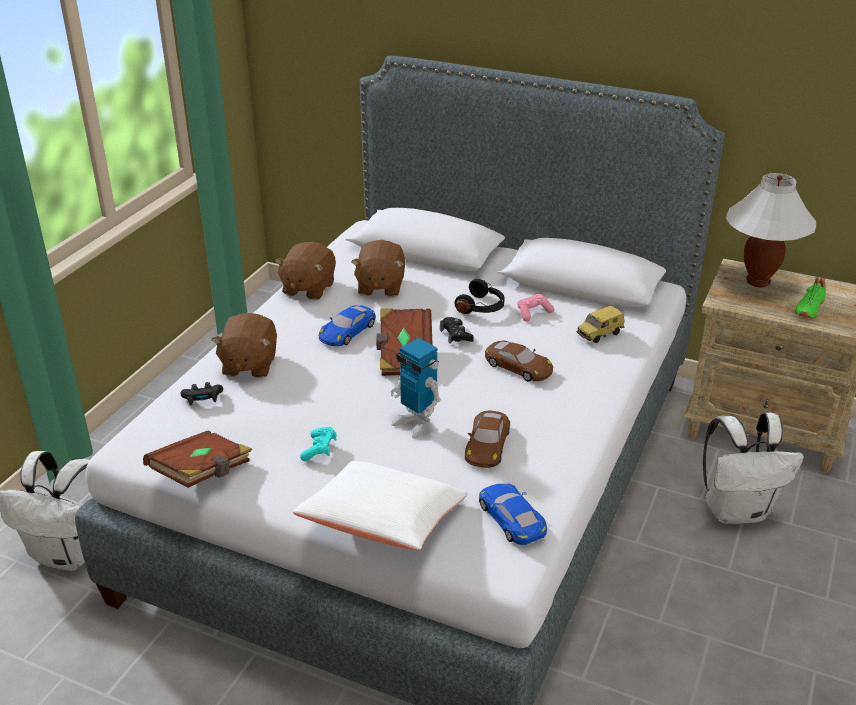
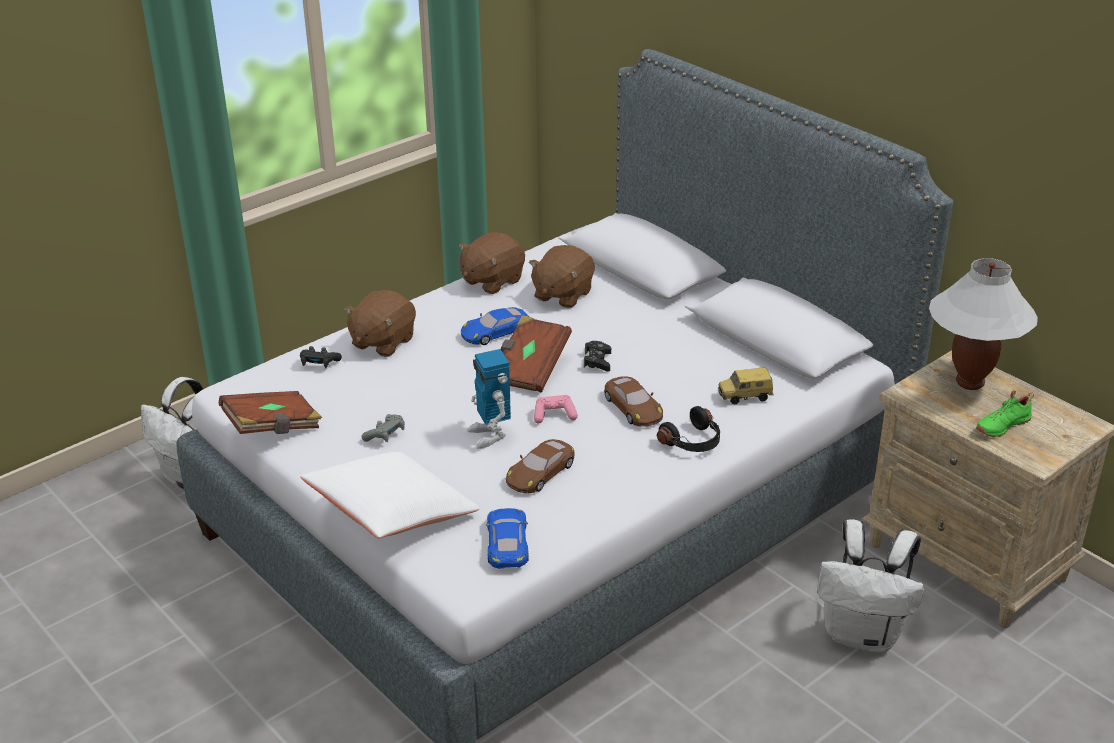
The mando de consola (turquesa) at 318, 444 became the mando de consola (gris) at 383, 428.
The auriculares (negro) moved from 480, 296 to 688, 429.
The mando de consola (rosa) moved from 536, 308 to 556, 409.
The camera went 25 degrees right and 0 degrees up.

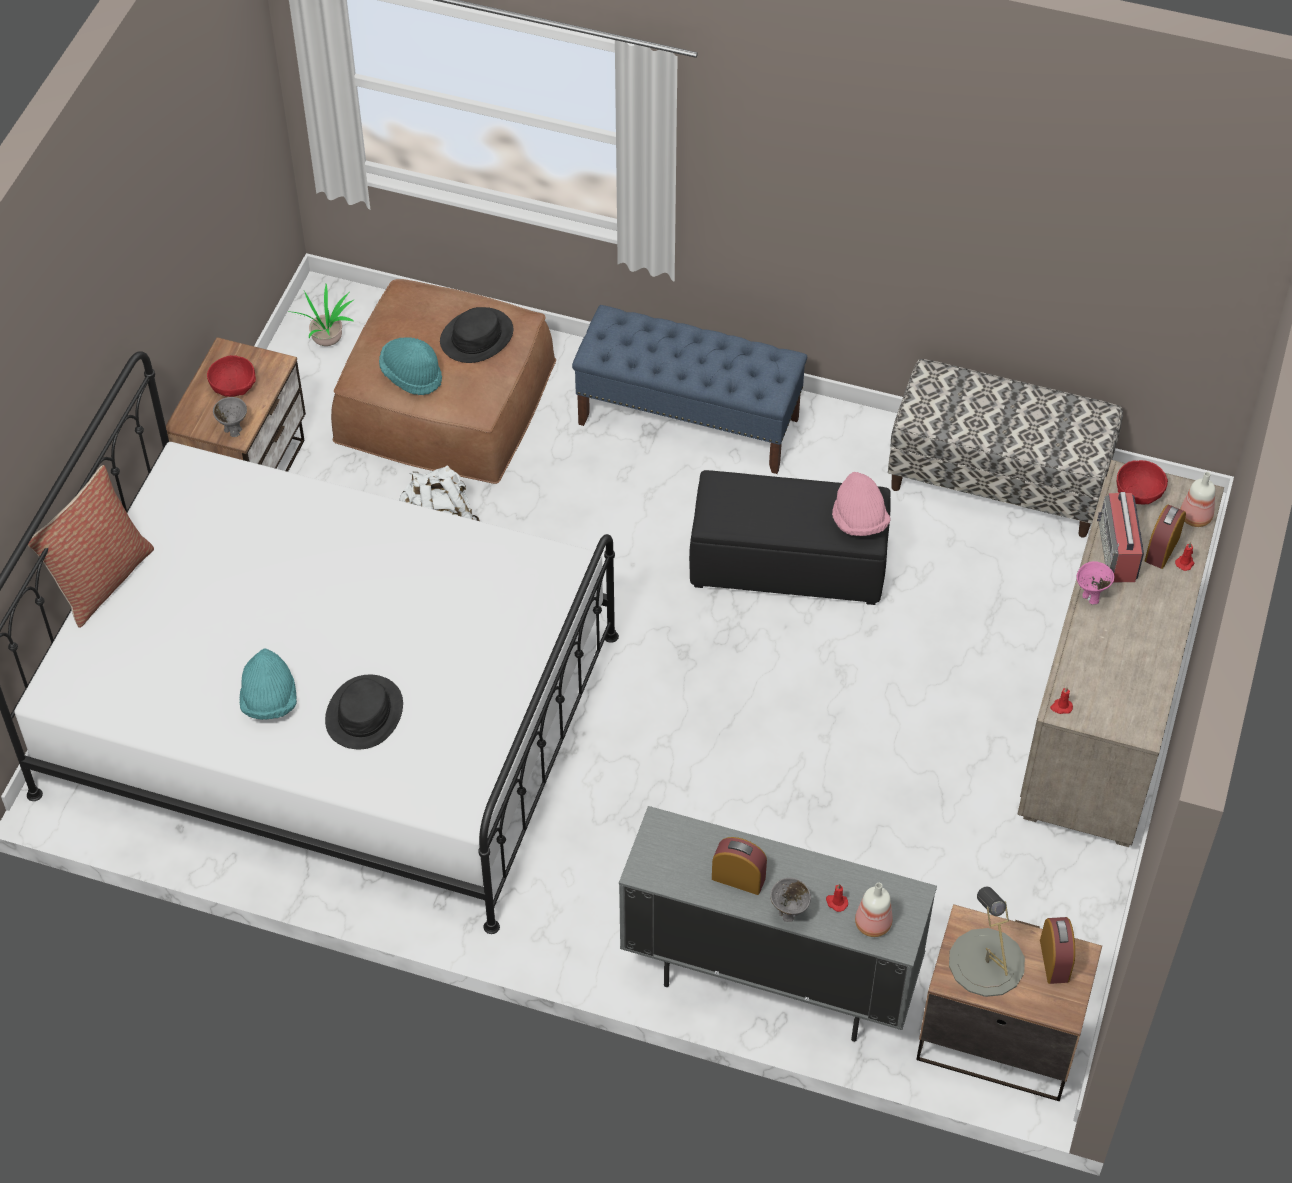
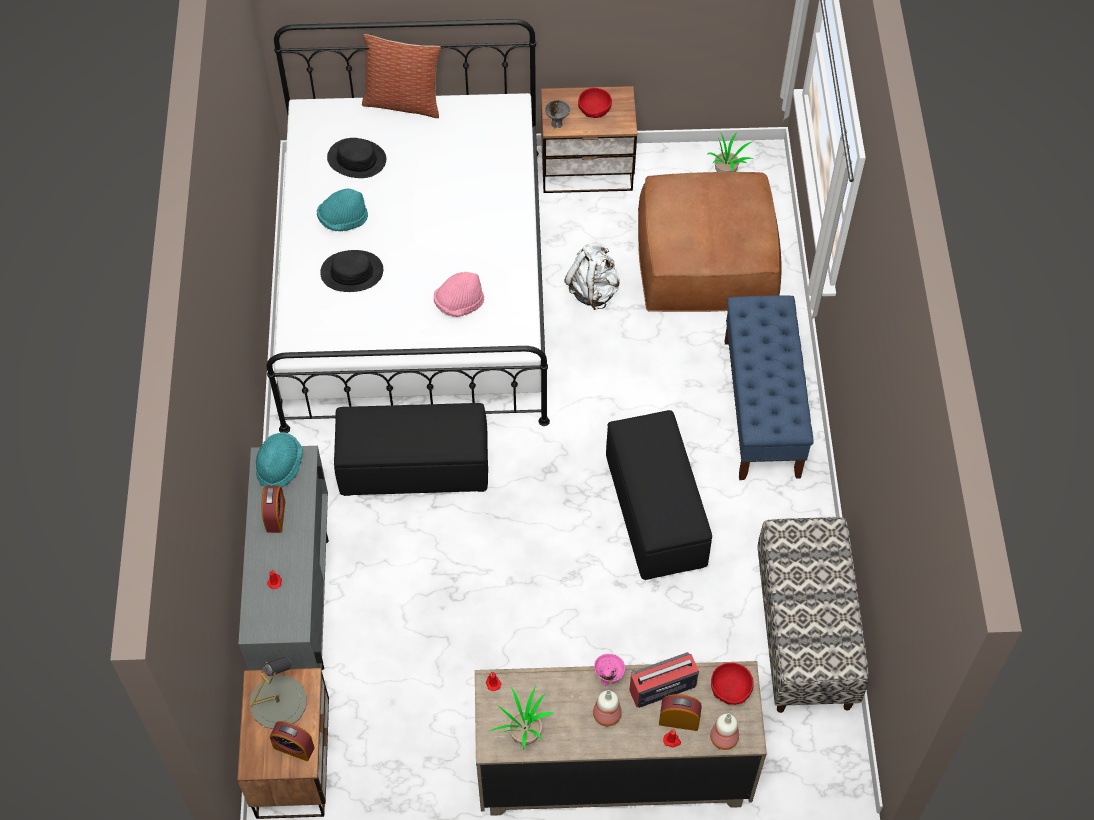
The sombrero (turquesa) moved from 410, 366 to 279, 459.
The sombrero (negro) moved from 476, 335 to 356, 158.
The cuenco (gris) at 790, 900 disappeared.
The sombrero (rosa) moved from 861, 504 to 459, 294.
The botella moved from 874, 910 to 607, 708.
The despertador at 1057, 950 turned 45 degrees clockwise.
The puf (negro) at 411, 449 appeared.
The planta en maceta at 522, 717 appeared.
The camera went 70 degrees right and 5 degrees up.

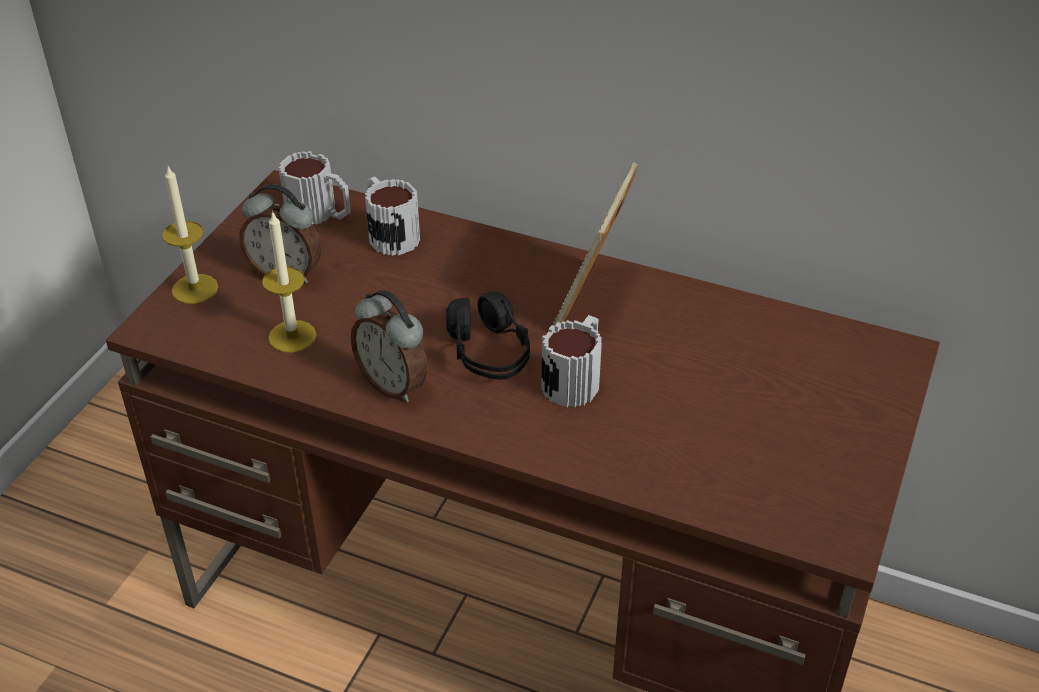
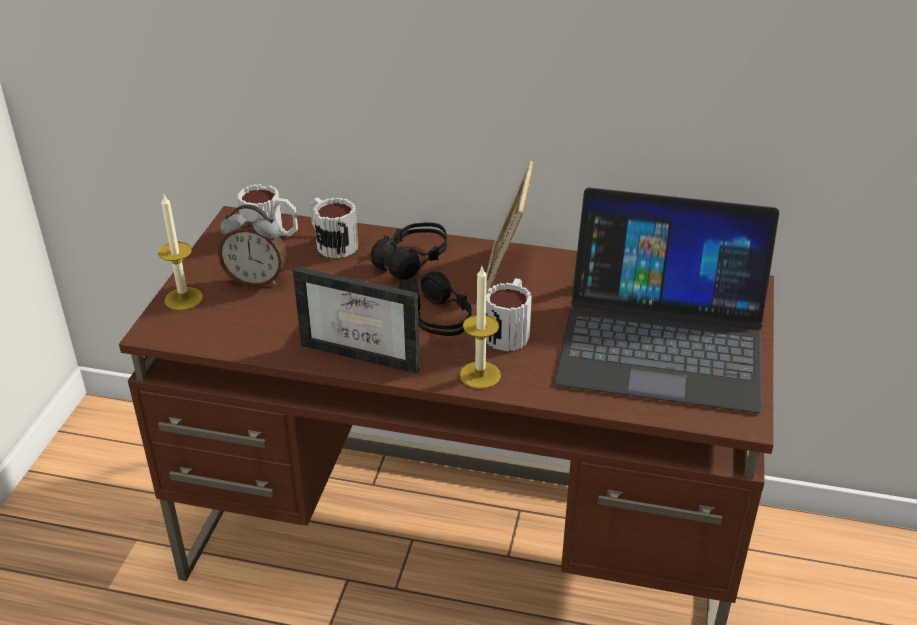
The vela moved from 289, 282 to 480, 328.
The despertador at 389, 346 was replaced by the portarretratos at 356, 320.
The auriculares (negro) at 409, 251 appeared.
The portátil at 666, 300 appeared.
The camera went 10 degrees left and 5 degrees down.

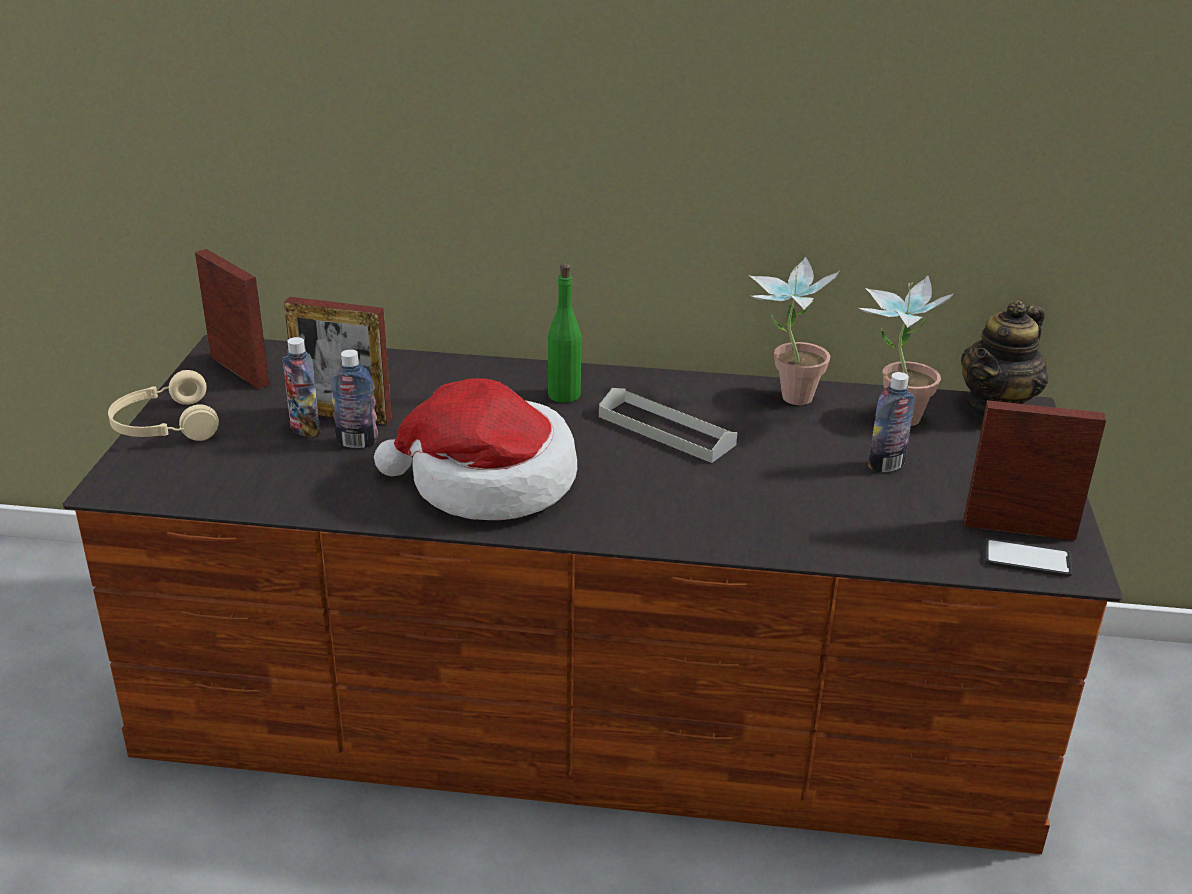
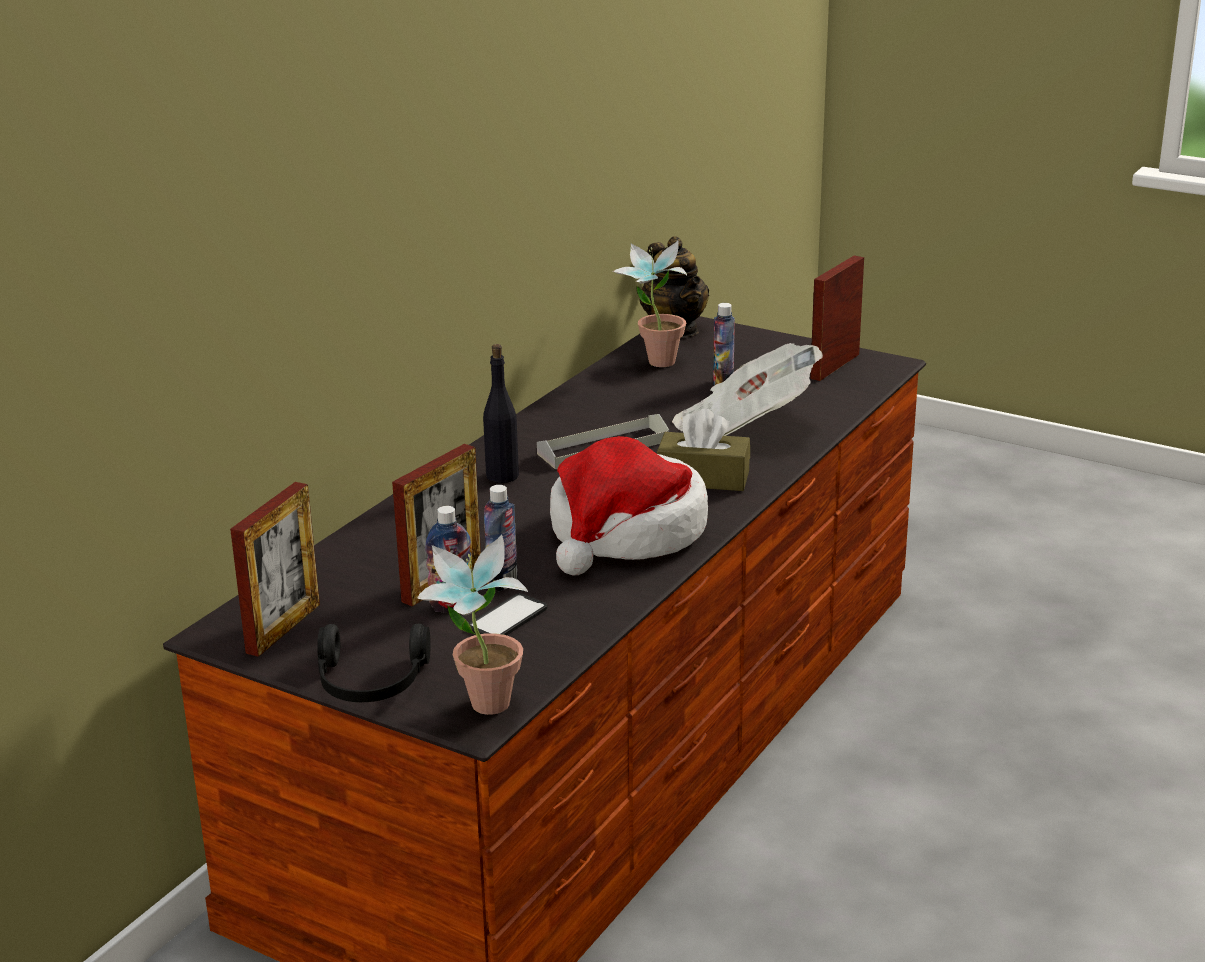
The auriculares (beis) at 163, 405 became the auriculares (negro) at 374, 663.
The portarretratos at 232, 319 turned 135 degrees clockwise.
The botella (verde) at 564, 333 became the botella (negro) at 501, 413.
The planta en maceta moved from 794, 330 to 472, 624.
The móvil moved from 1028, 557 to 508, 614.
The caja de pañuelos (marrón) at 703, 450 appeared.
The periódico at 747, 389 appeared.
The camera went 65 degrees left and 5 degrees down.

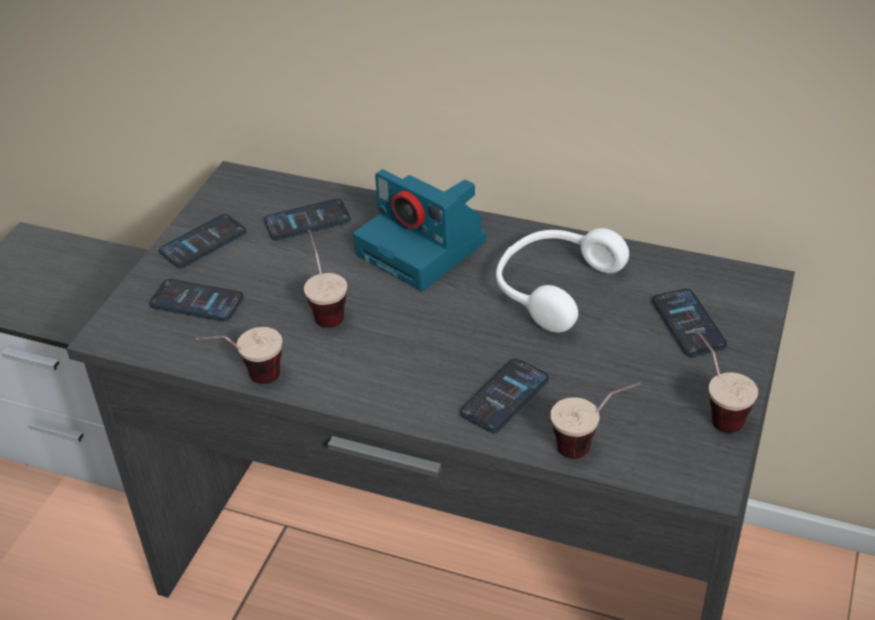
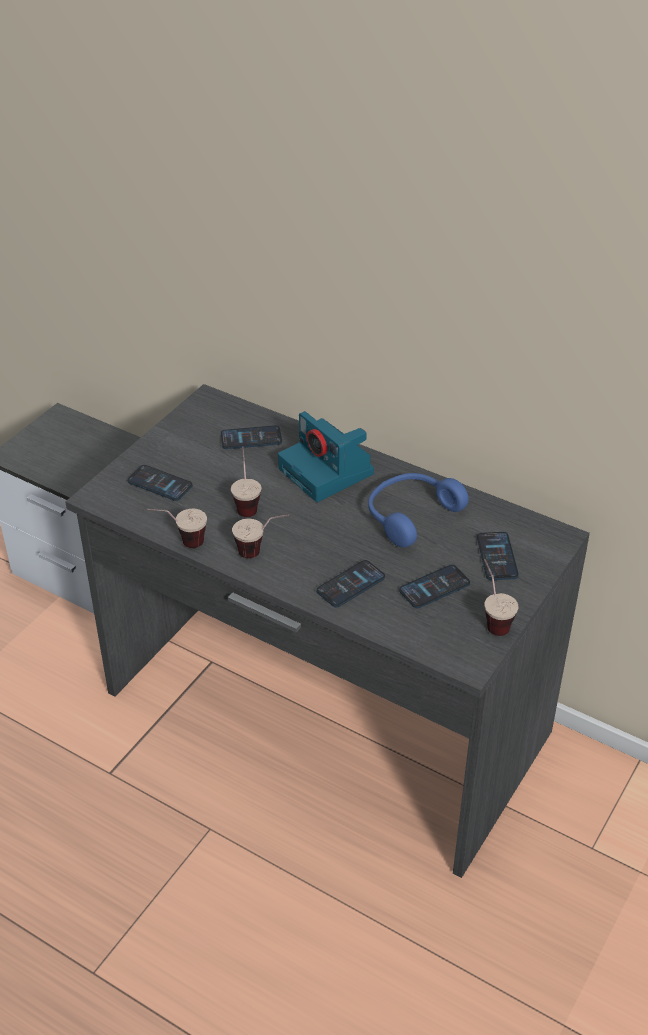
The móvil moved from 202, 241 to 434, 586.
The auriculares (blanco) at 562, 280 became the auriculares (azul) at 418, 510.
The taza moved from 596, 420 to 261, 536.
The camera went 10 degrees right and 0 degrees up.

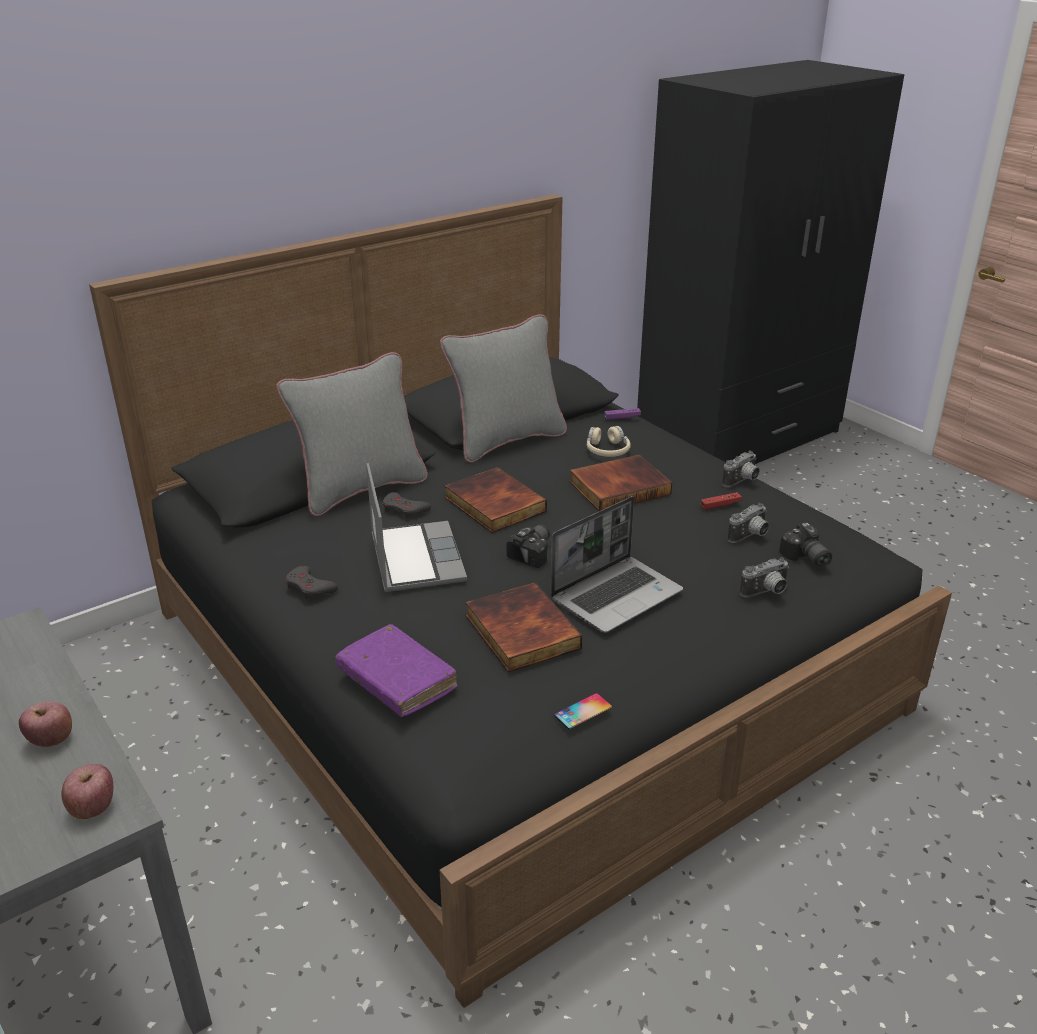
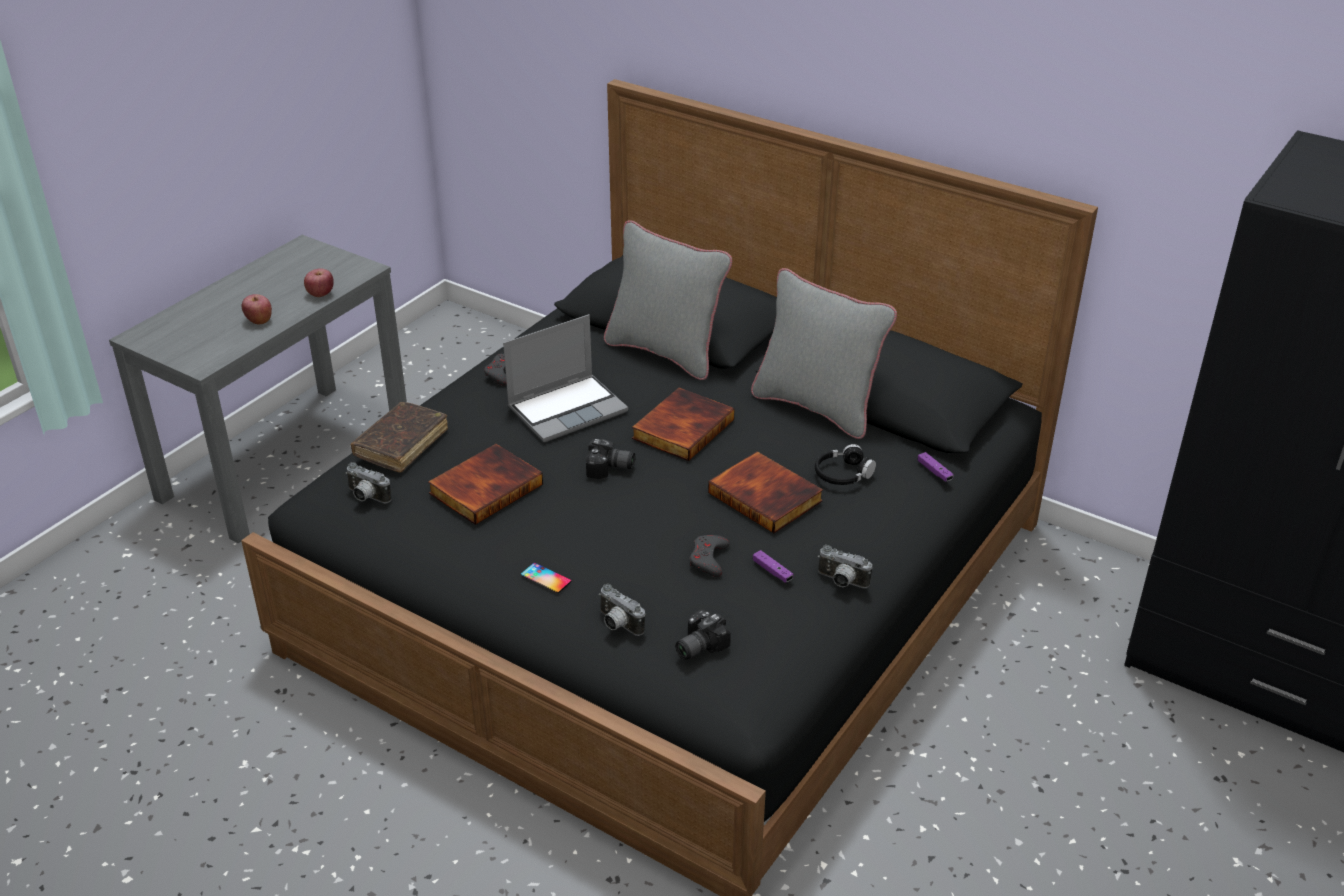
The manzana moved from 87, 791 to 319, 283.
The libro (morado) at 397, 670 became the libro (marrón) at 399, 437.
The mando de consola (gris) moved from 407, 505 to 710, 556.
The portátil at 617, 564 disappeared.
The móvil moved from 583, 711 to 546, 578.
The auriculares (beis) at 609, 441 became the auriculares (negro) at 845, 464.
The mando de consola (rojo) at 721, 501 became the mando de consola (morado) at 773, 566.
The cámara moved from 748, 523 to 368, 482.
The camera went 70 degrees right and 5 degrees up.

